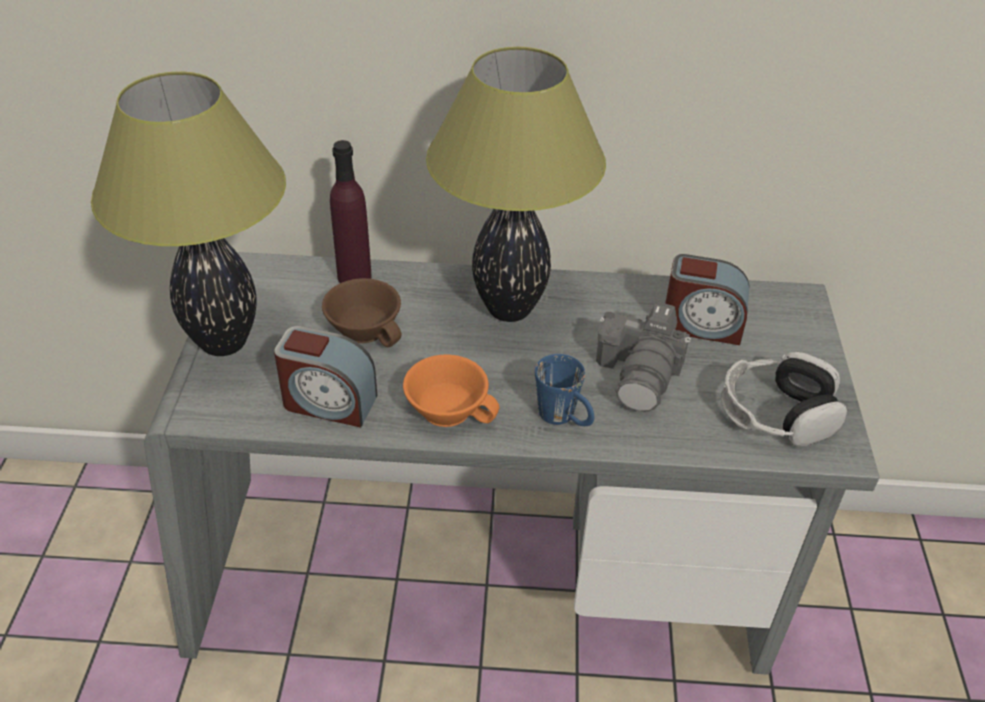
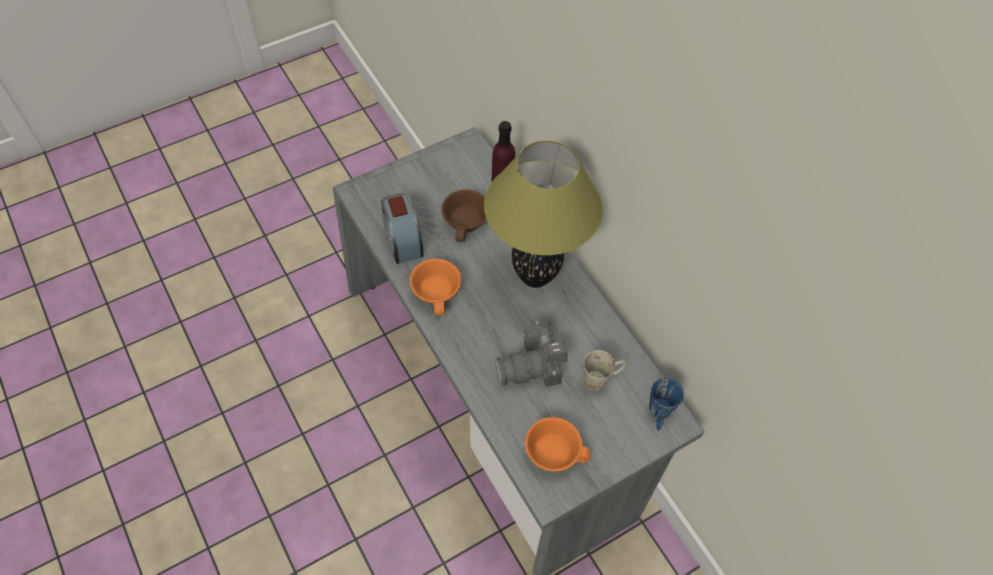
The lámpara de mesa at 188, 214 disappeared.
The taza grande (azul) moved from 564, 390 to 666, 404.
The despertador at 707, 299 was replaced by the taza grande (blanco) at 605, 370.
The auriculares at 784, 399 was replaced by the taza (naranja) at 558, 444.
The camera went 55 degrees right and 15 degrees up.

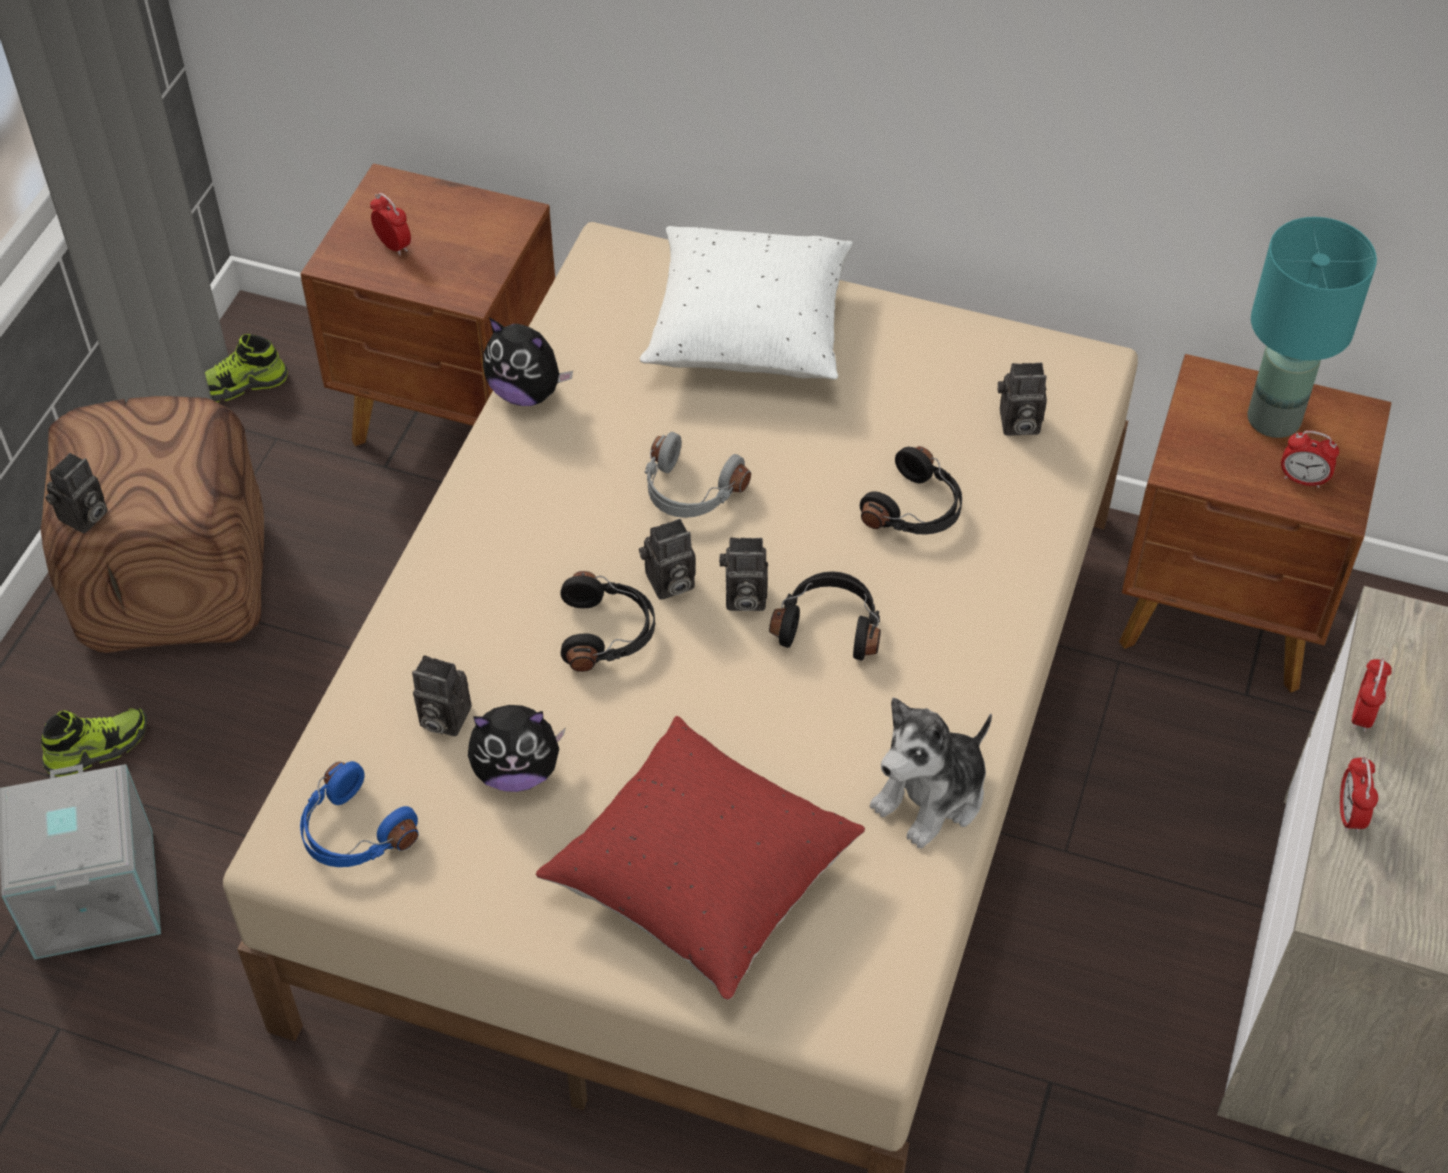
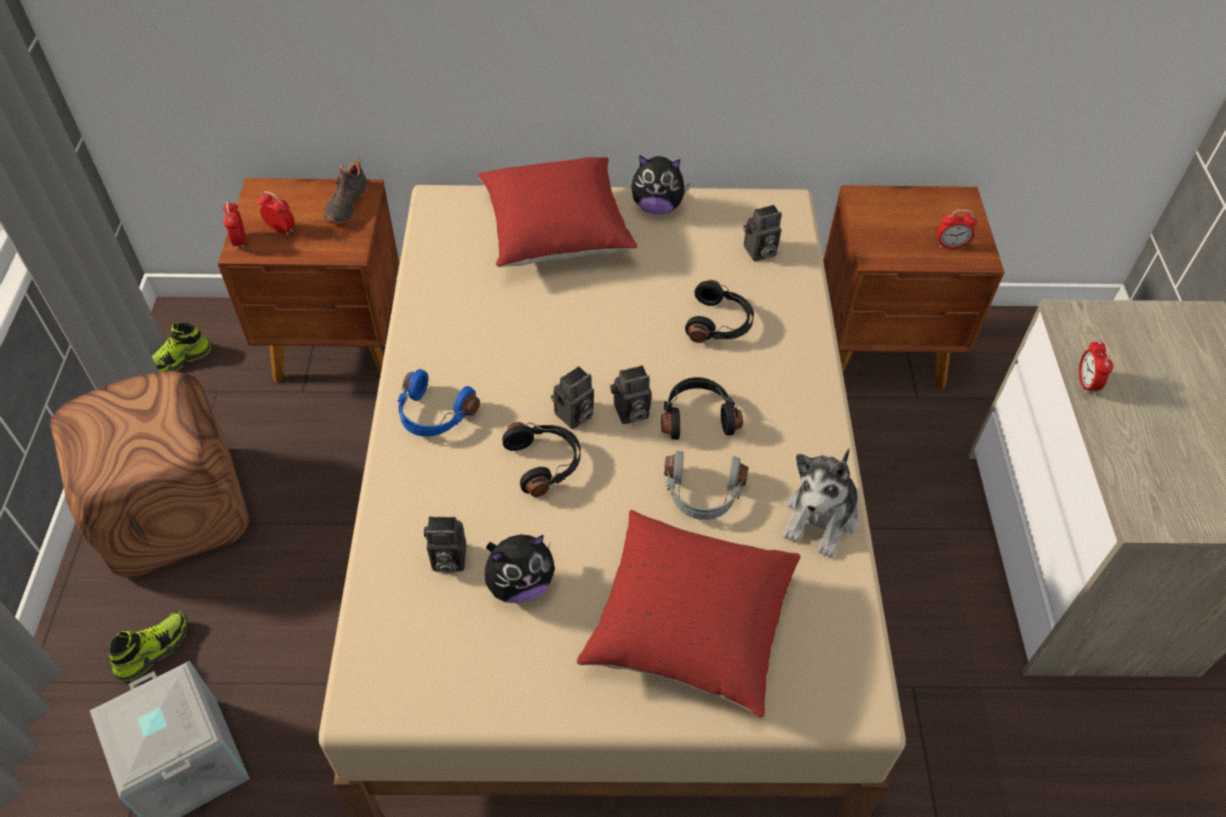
The cámara at 76, 493 disappeared.
The auriculares (azul) moved from 359, 814 to 439, 403.
The peluche moved from 528, 362 to 661, 184.
The cojín (blanco) at 746, 303 became the cojín (rojo) at 558, 212.
The auriculares (gris) moved from 697, 475 to 706, 485.
The lámpara de mesa (turquesa) at 1312, 327 disappeared.
The despertador moved from 1359, 794 to 234, 225.
The zapato (negro) at 346, 191 appeared.
The camera went 20 degrees left and 0 degrees up.

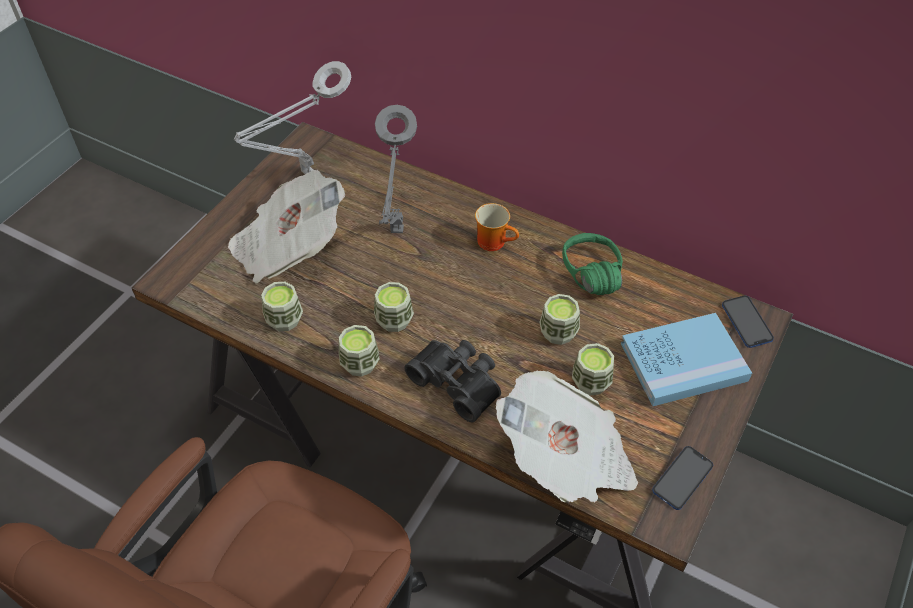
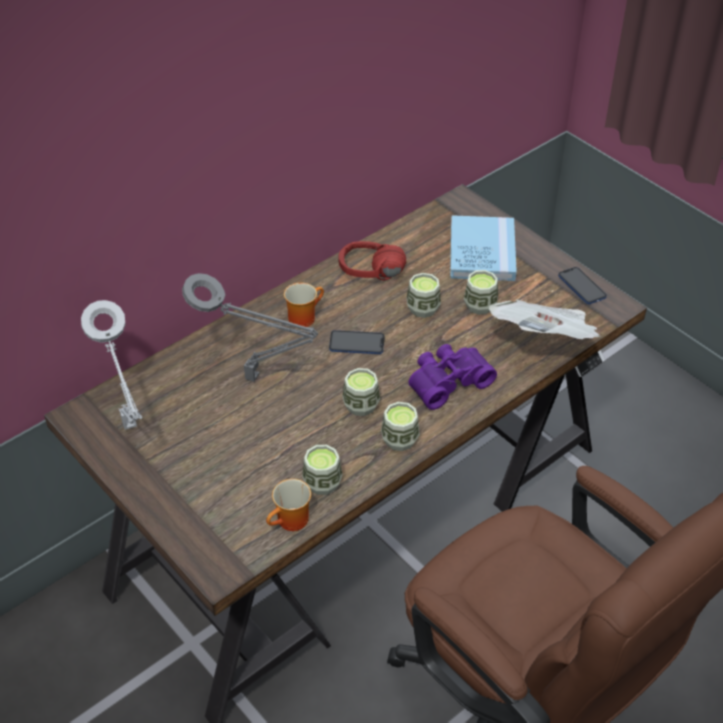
The periódico at 286, 227 disappeared.
The prismáticos (negro) at 452, 381 became the prismáticos (morado) at 452, 377.
The auriculares (verde) at 592, 264 became the auriculares (rojo) at 372, 261.
The móvil moved from 748, 321 to 357, 342.
The taza grande at 288, 505 appeared.
The camera went 70 degrees left and 5 degrees down.

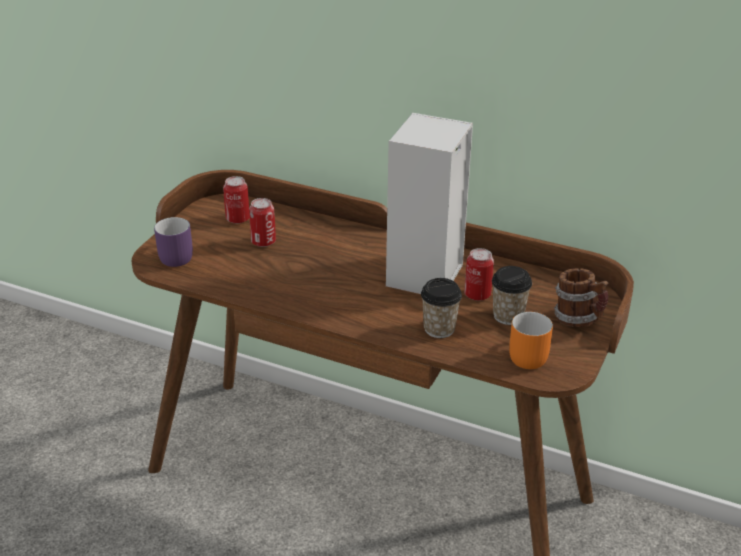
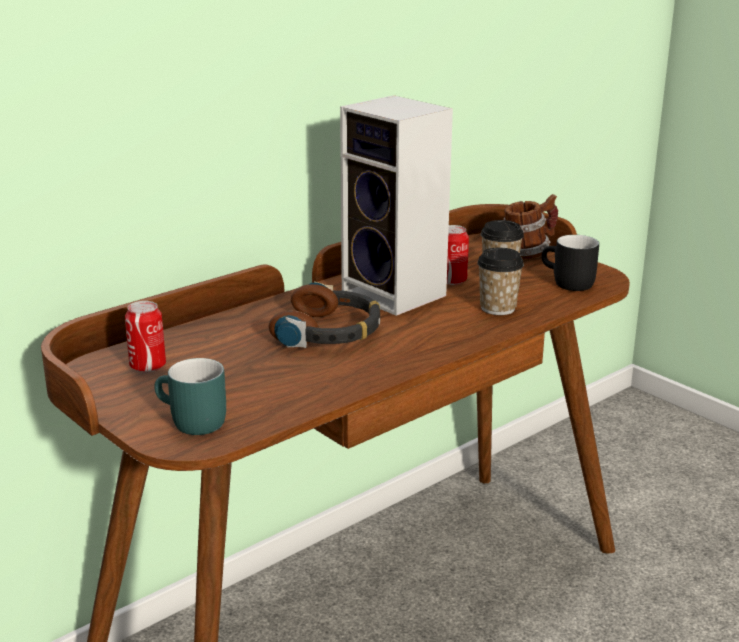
The taza grande (morado) at 173, 242 became the taza grande (turquesa) at 190, 396.
The lata at 262, 222 disappeared.
The taza grande (naranja) at 531, 340 became the taza grande (negro) at 570, 263.
The auriculares at 324, 315 appeared.
The camera went 65 degrees left and 10 degrees down.

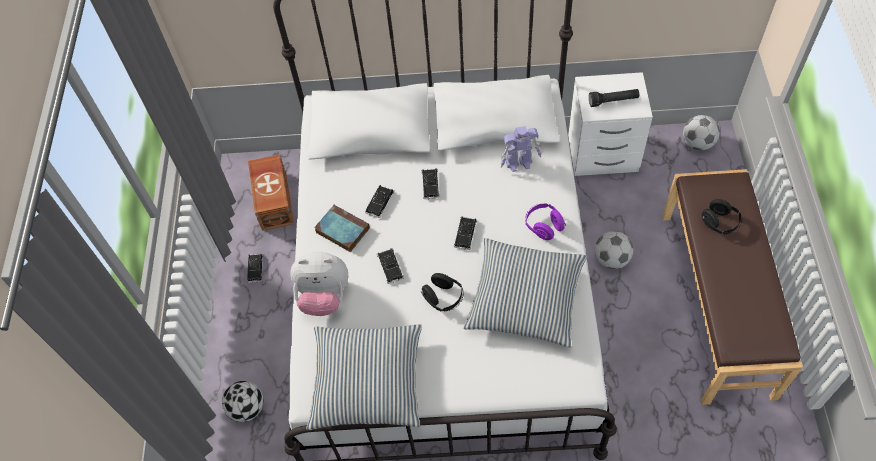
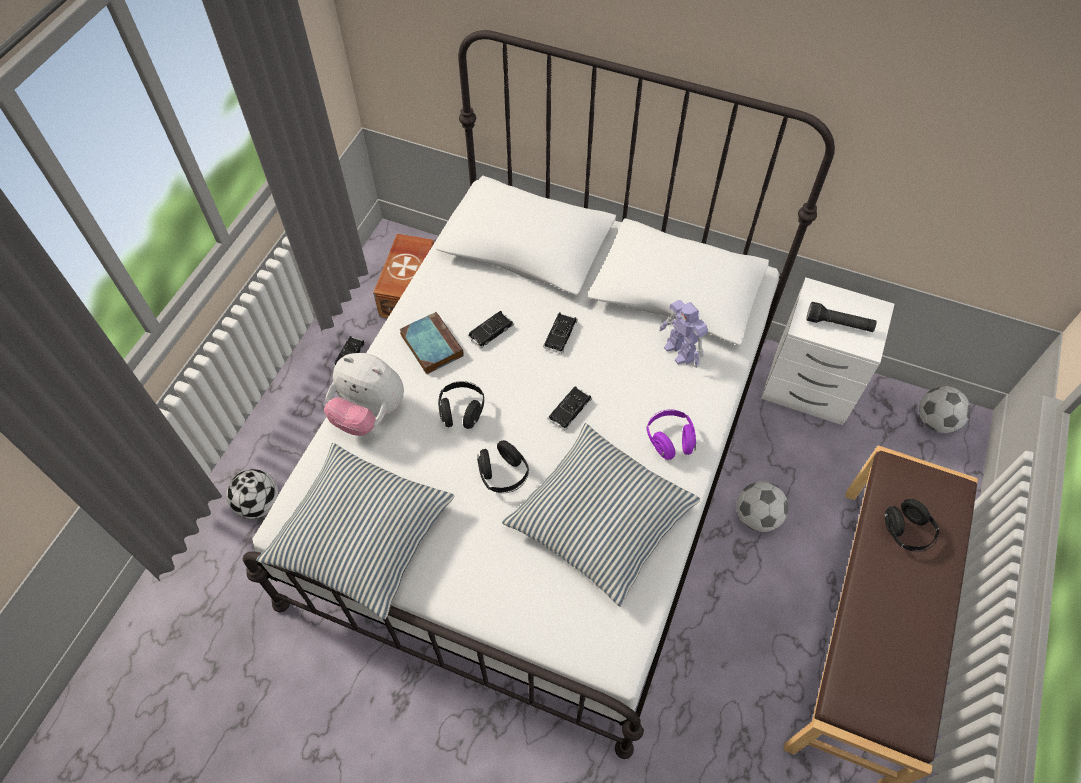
The coche de juguete (negro) at 390, 266 was replaced by the auriculares (negro) at 461, 405.
The robot de juguete at 520, 149 turned 45 degrees clockwise.
The camera went 20 degrees right and 0 degrees up.

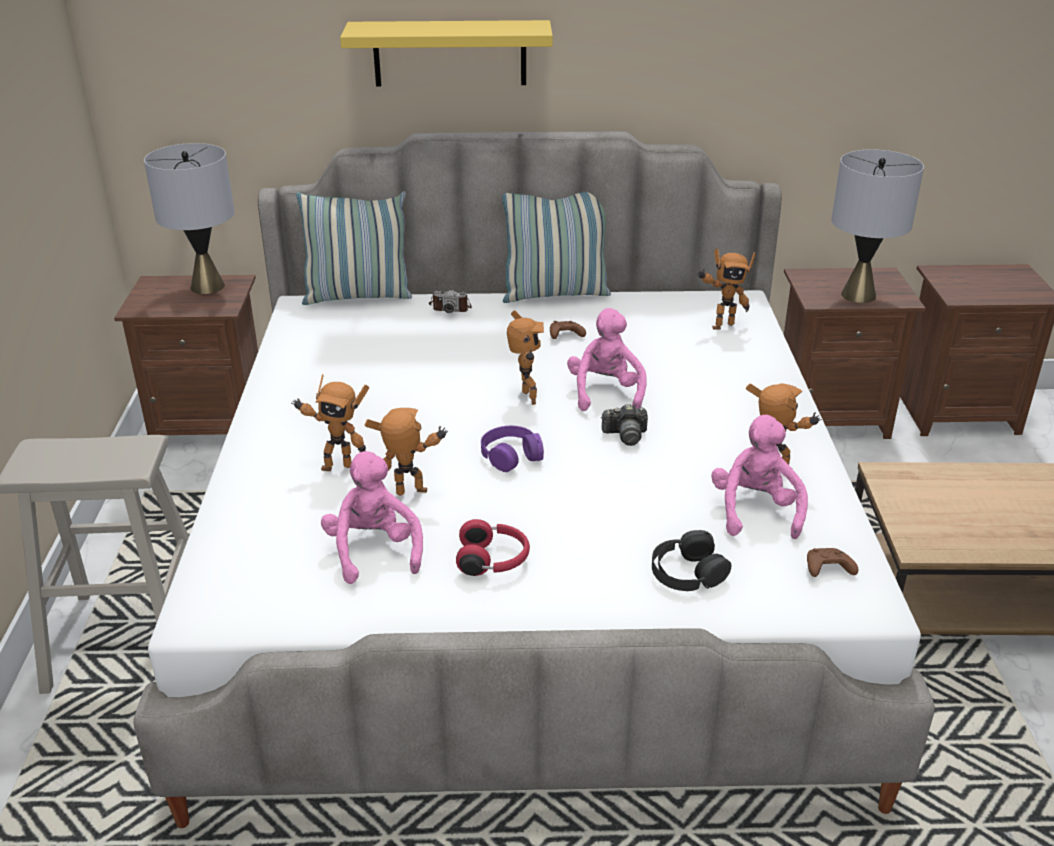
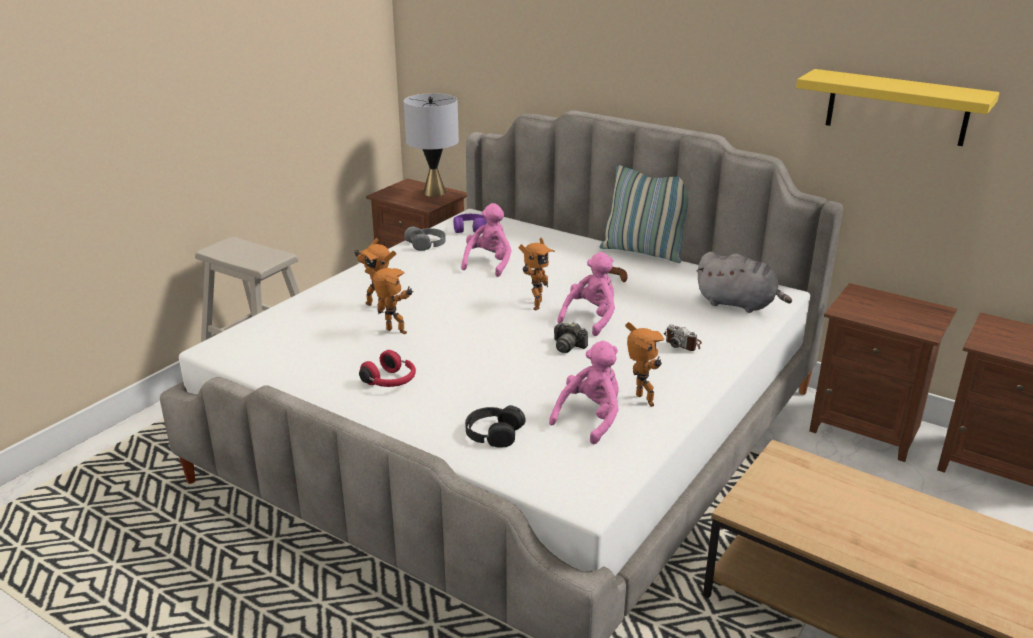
The cojín at 354, 248 disappeared.
The peluche (rosa) moved from 372, 517 to 486, 240.
The estante (amarillo) moved from 446, 53 to 898, 107.
The cámara moved from 450, 301 to 683, 337.
The auriculares (morado) moved from 512, 449 to 470, 223.
The robot de juguete at 726, 289 was replaced by the peluche (gris) at 744, 282.
The mando de consola (marrón) at 832, 562 disappeared.
The lámpara de mesa (gris) at 877, 226 disappeared.
The auriculares (gris) at 425, 238 appeared.
The camera went 35 degrees right and 5 degrees down.

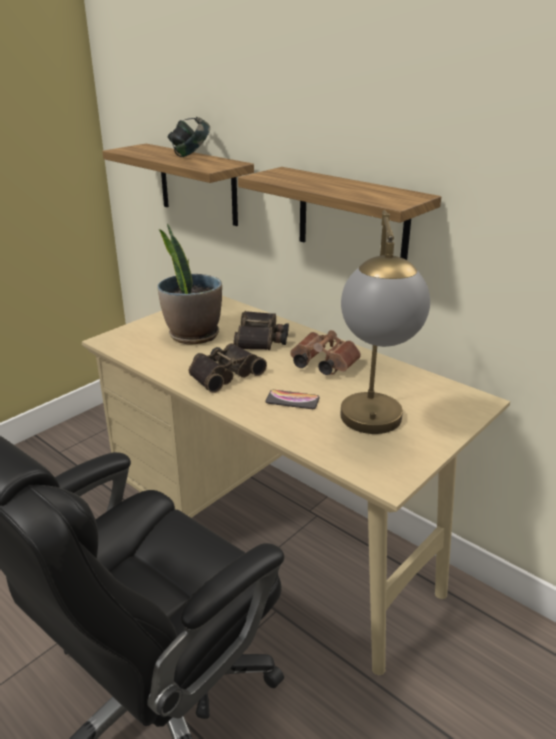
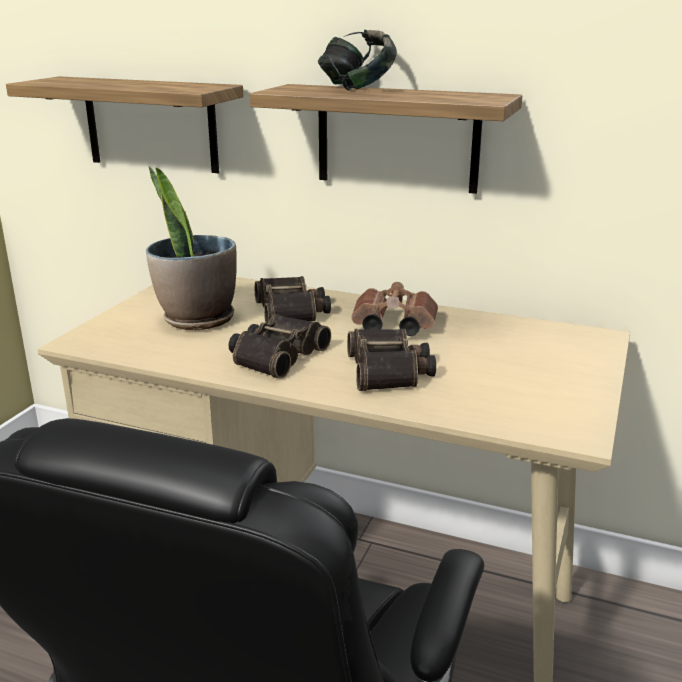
The auriculares moved from 189, 137 to 357, 60.
The móvil at 292, 399 was replaced by the prismáticos at 391, 360.
The lámpara de mesa at 385, 322 disappeared.
The camera went 20 degrees left and 5 degrees down.

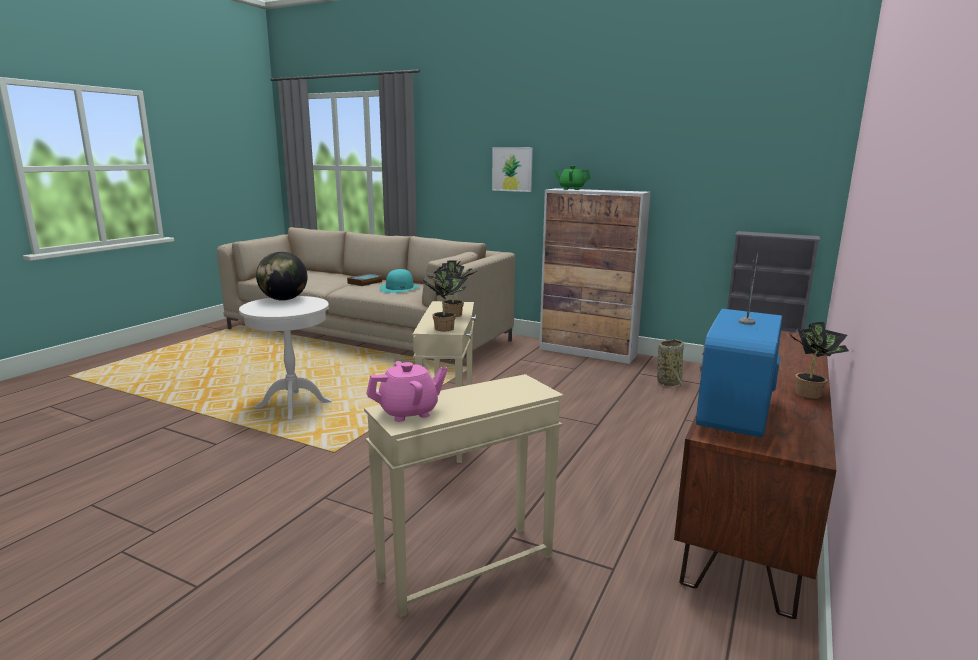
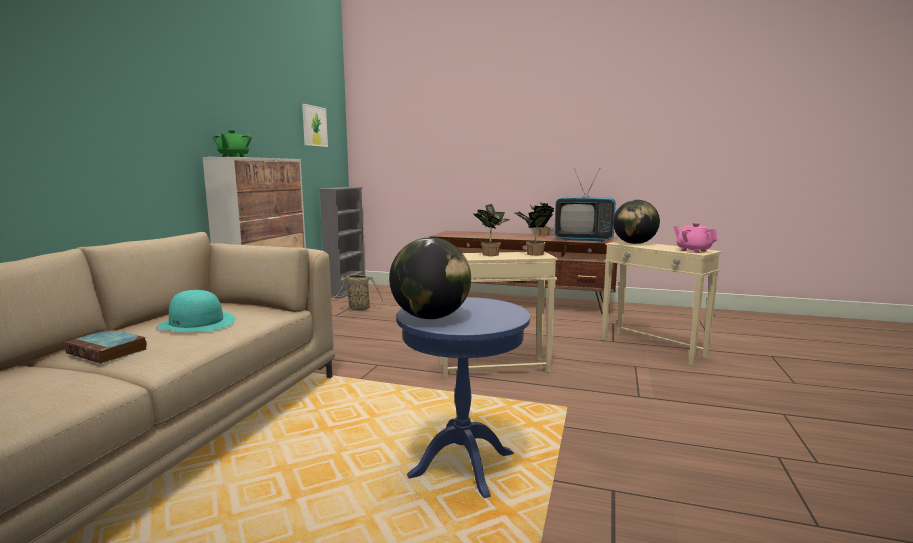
The mesa auxiliar (blanco) at 285, 358 became the mesa auxiliar (azul) at 463, 397.
The cuadro moved from 512, 169 to 315, 125.
The globo terráqueo at 636, 222 appeared.
The camera went 100 degrees left and 5 degrees down.

